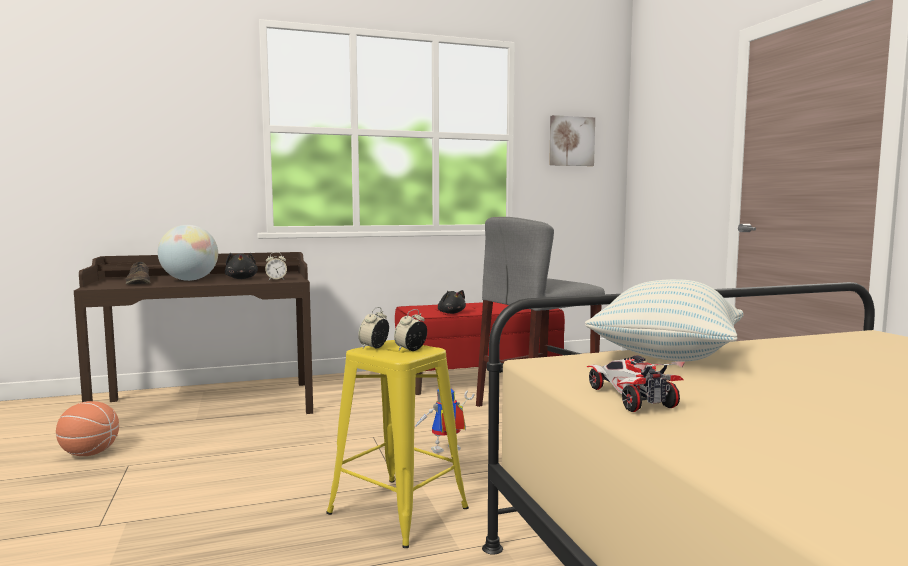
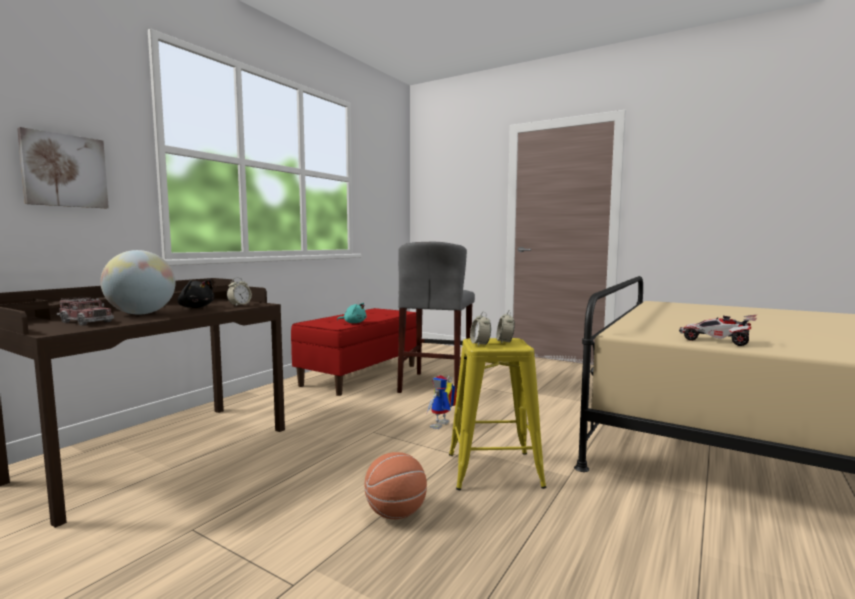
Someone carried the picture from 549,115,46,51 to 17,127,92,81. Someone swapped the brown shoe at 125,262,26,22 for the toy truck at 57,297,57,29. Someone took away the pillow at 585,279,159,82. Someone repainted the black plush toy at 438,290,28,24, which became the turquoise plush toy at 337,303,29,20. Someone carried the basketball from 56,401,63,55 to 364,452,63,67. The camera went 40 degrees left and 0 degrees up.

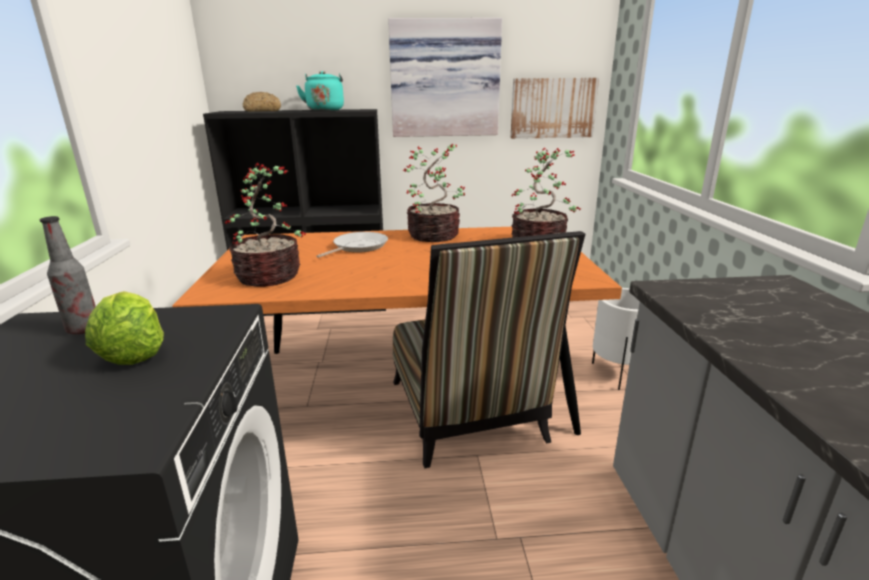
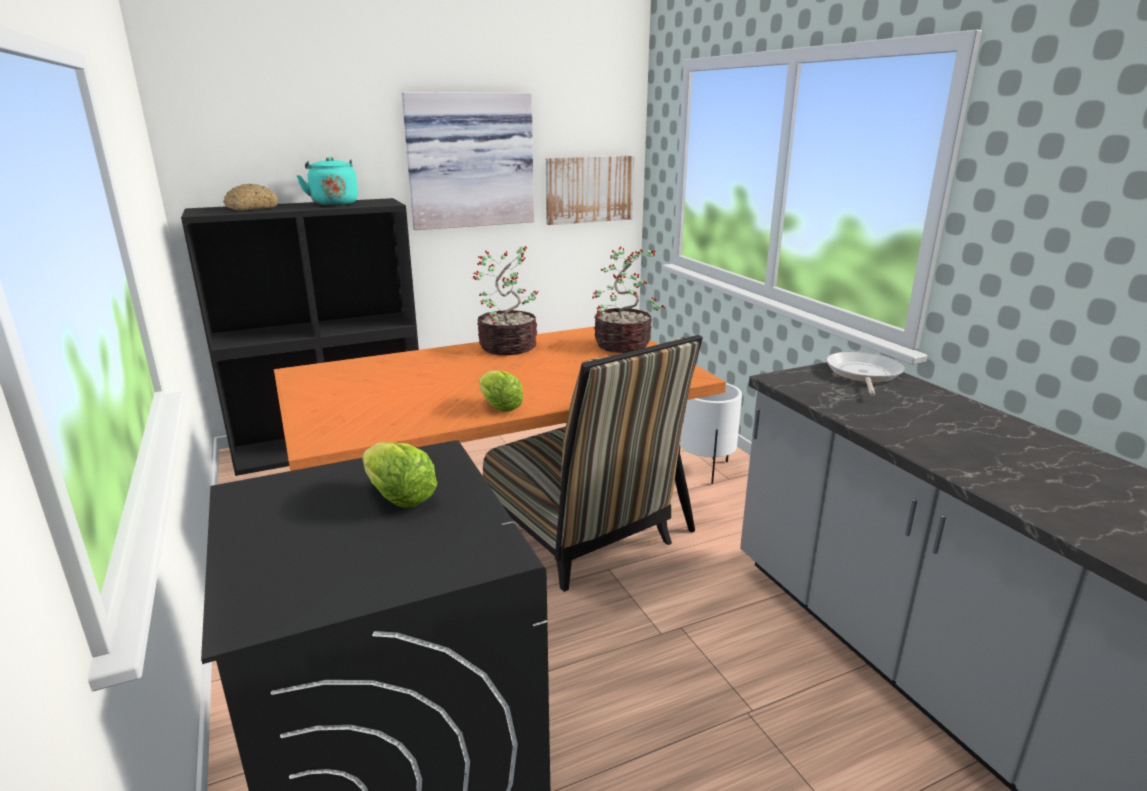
Someone took away the potted plant at 224,163,82,124. Someone took away the bottle at 40,216,56,118. Someone carried the frying pan from 316,232,72,26 to 826,351,78,45. Someone put down the lettuce at 479,370,45,42. The camera went 20 degrees left and 0 degrees up.

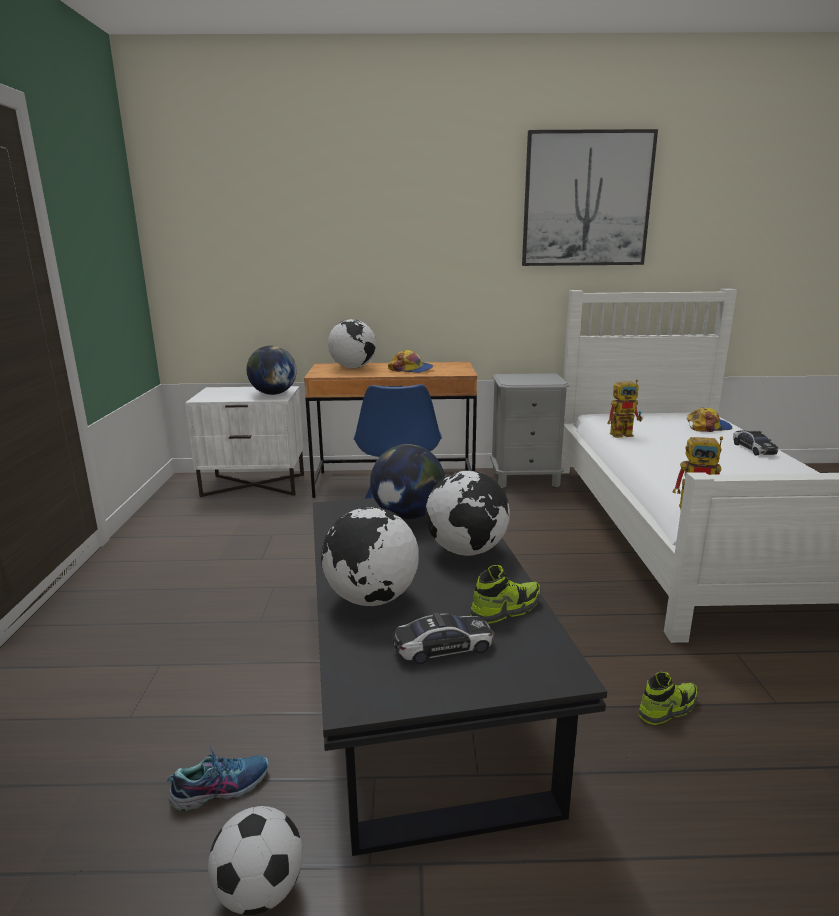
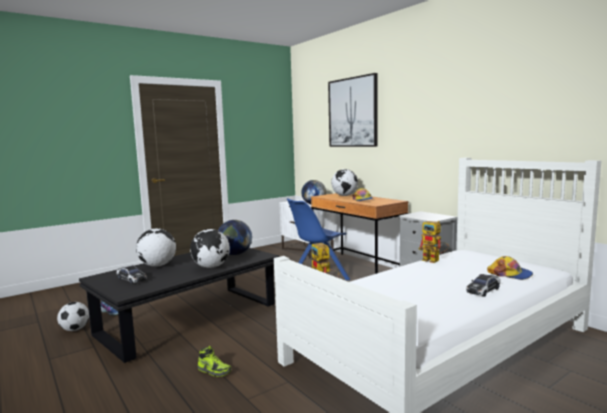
Someone carried the picture from 522,129,136,137 to 328,73,50,74. Someone took away the shoe at 470,565,71,59. The camera went 55 degrees right and 10 degrees down.

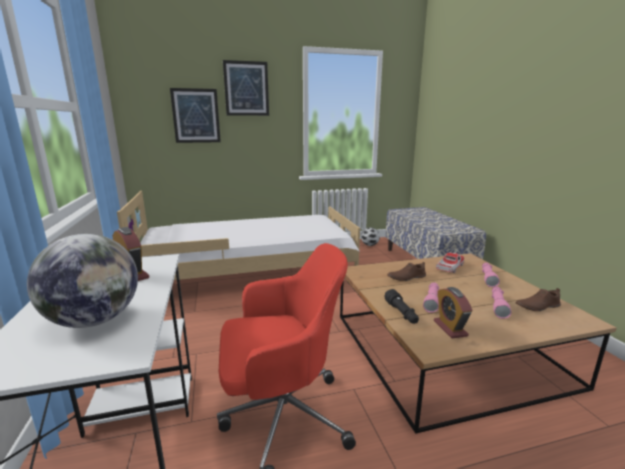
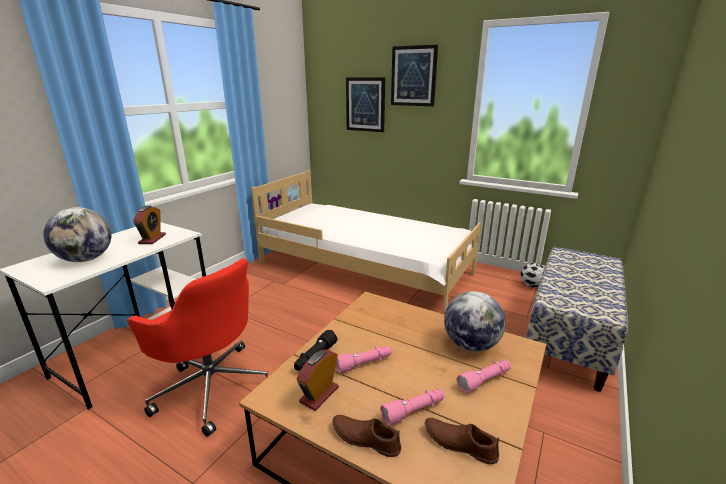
Someone swapped the toy car at 436,253,28,20 for the globe at 444,291,62,61. Someone carried the brown shoe from 387,262,39,19 to 333,415,68,42. The camera went 45 degrees right and 5 degrees up.

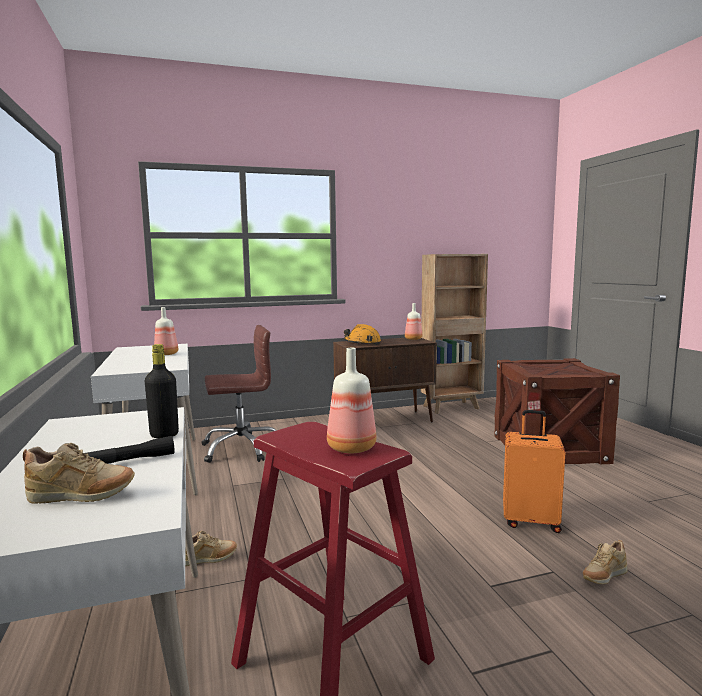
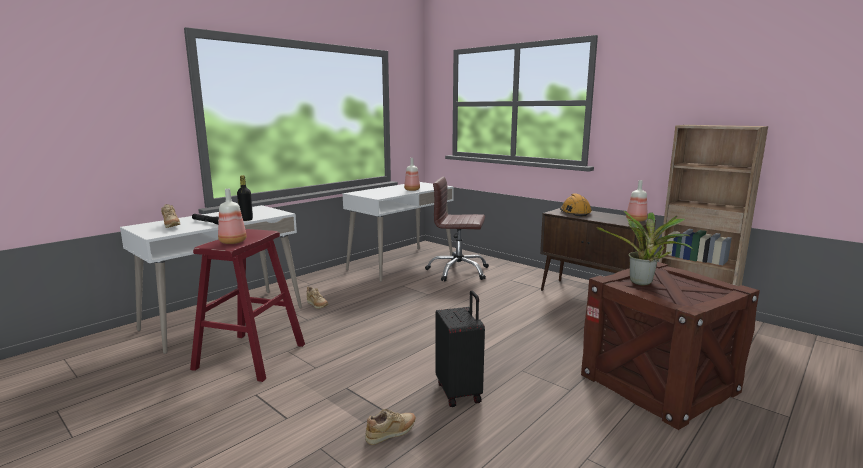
Someone rotated the brown office chair at 201,325,76,138 by 150 degrees clockwise. Someone repainted the orange suitcase at 503,410,63,123, which became the black suitcase at 435,290,50,117. Someone rotated the beige shoe at 583,540,44,44 by 120 degrees clockwise. Someone put down the potted plant at 597,211,97,74. The camera went 60 degrees right and 5 degrees up.

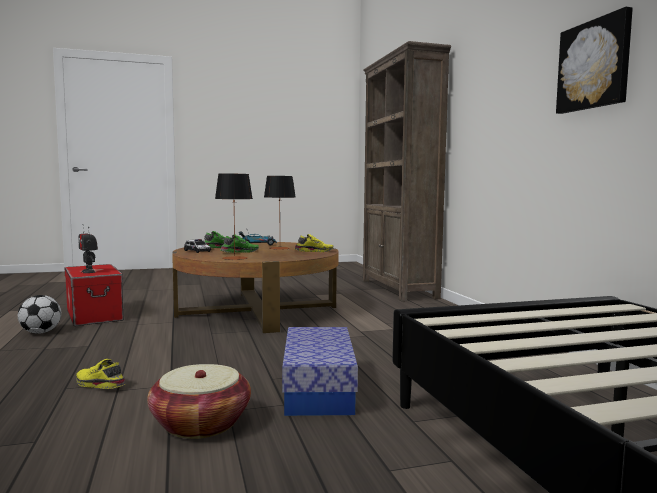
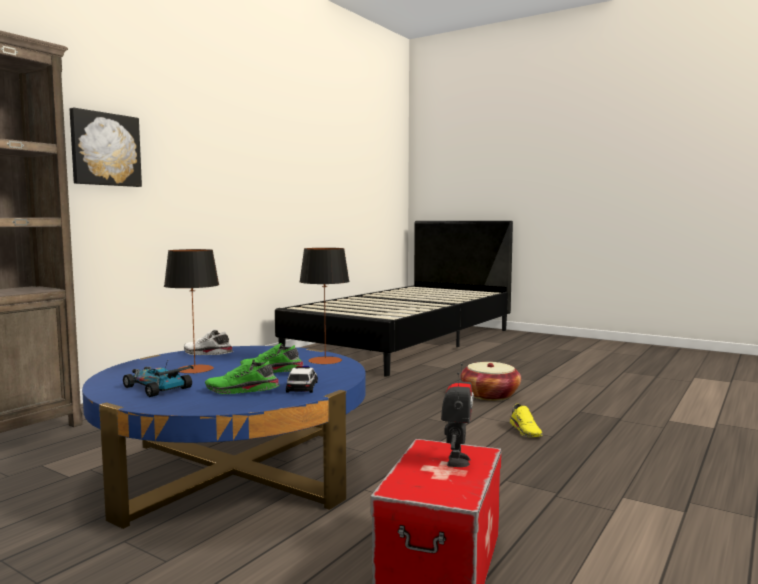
Someone carried the picture from 556,7,77,107 to 70,108,72,79. Someone repainted the yellow shoe at 295,234,38,18, which became the white shoe at 184,329,49,26. Someone repainted the brown coffee table at 172,242,167,91, which became the blue coffee table at 82,346,284,183. Someone took away the football at 18,295,43,39. Someone took away the storage box at 282,327,76,89. The camera went 130 degrees left and 0 degrees up.

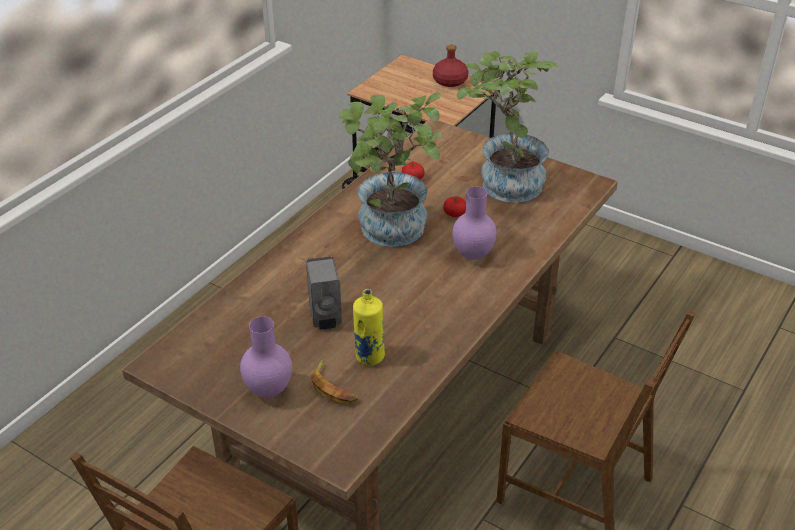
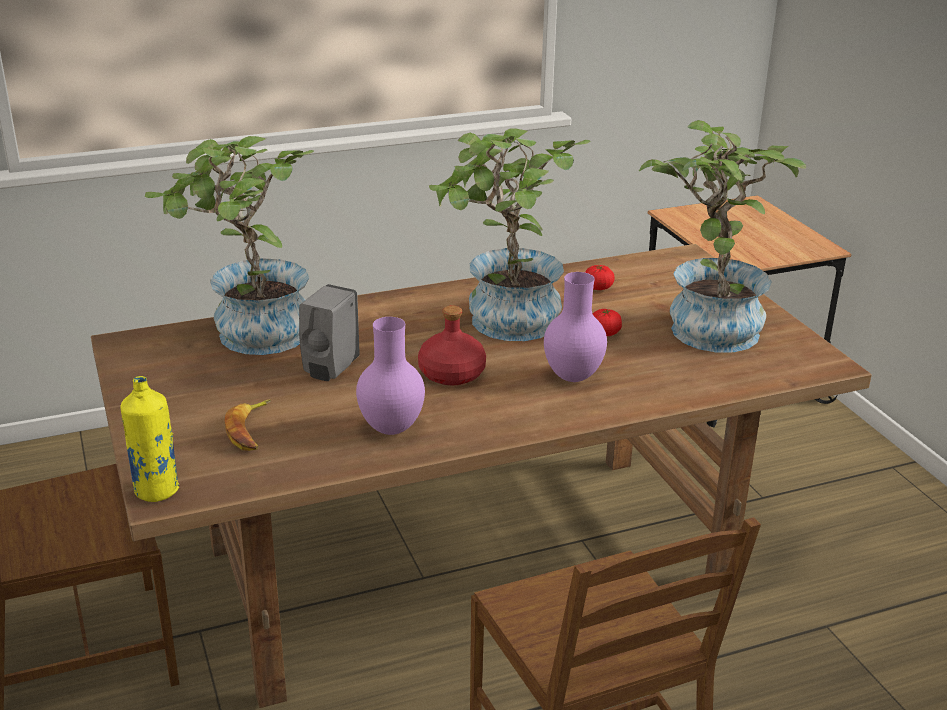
Someone carried the red bottle from 433,44,35,43 to 418,305,68,80. Someone carried the yellow bottle from 353,289,32,77 to 121,376,58,126. Someone carried the purple vase from 240,317,52,81 to 356,317,69,118. Someone put down the potted plant at 145,136,169,219. The camera went 35 degrees right and 10 degrees down.

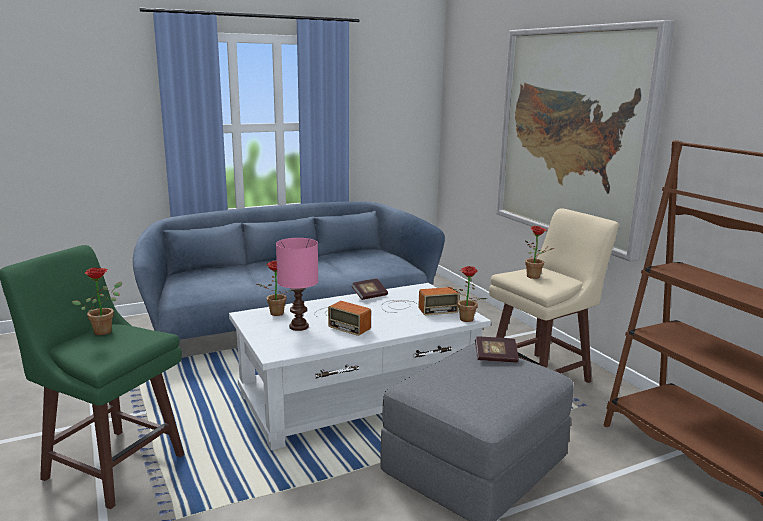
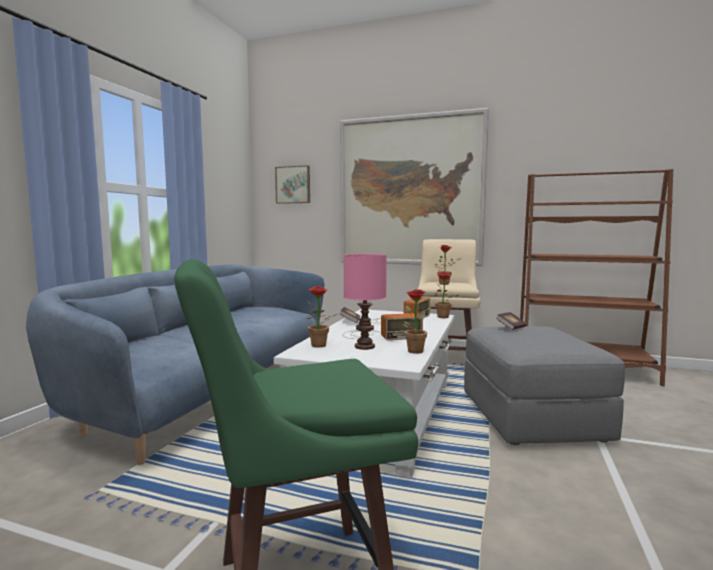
Someone carried the potted plant from 72,268,50,67 to 403,289,28,65. Someone put up the picture at 275,165,35,39. The camera went 45 degrees left and 10 degrees down.

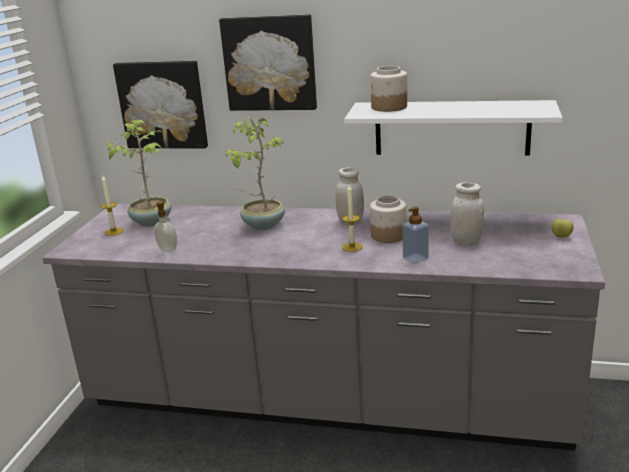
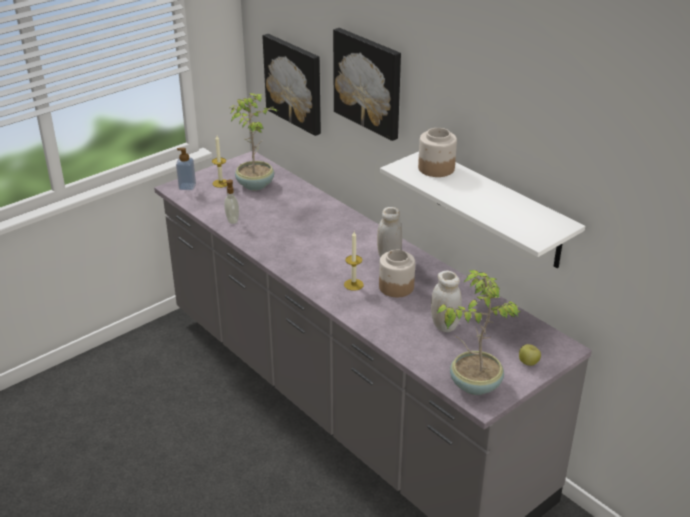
Someone carried the potted plant from 226,117,59,113 to 437,270,83,125. Someone carried the soap dispenser from 402,206,27,58 to 176,148,20,42. The camera went 35 degrees right and 10 degrees up.

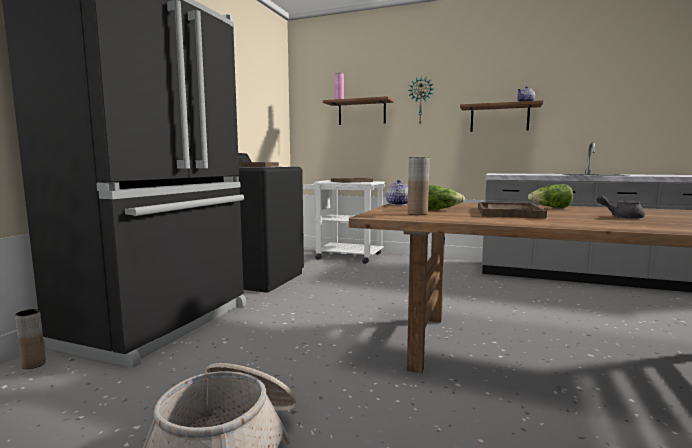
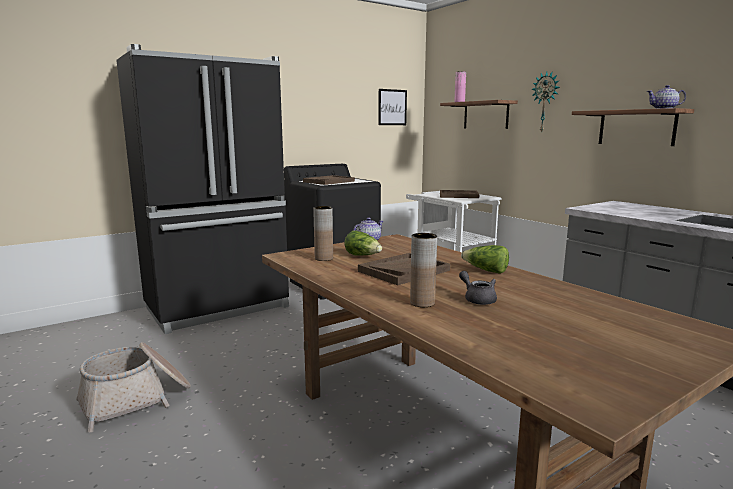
Someone carried the brown vase from 15,309,31,60 to 410,233,27,74. Someone put up the picture at 378,89,29,36. The camera went 35 degrees right and 5 degrees up.

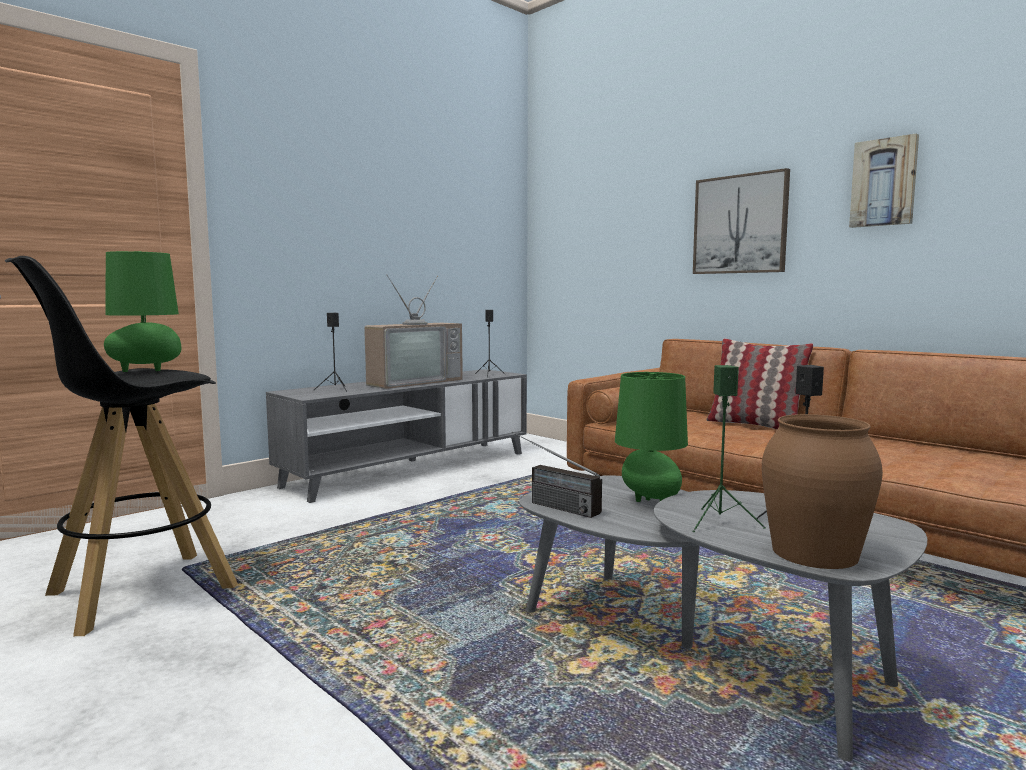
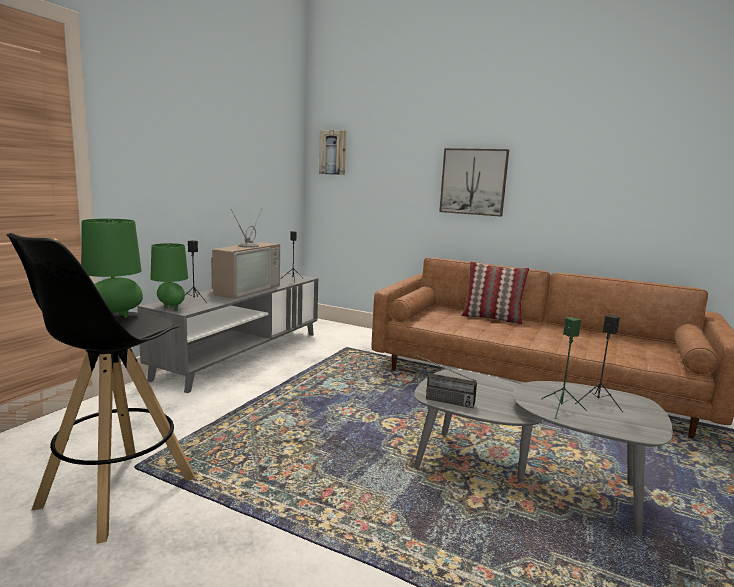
Someone carried the picture from 849,133,70,95 to 319,130,27,45. Someone carried the green table lamp from 615,372,73,130 to 150,243,38,68. Someone took away the brown vase at 762,414,121,155. The camera went 20 degrees left and 5 degrees up.

